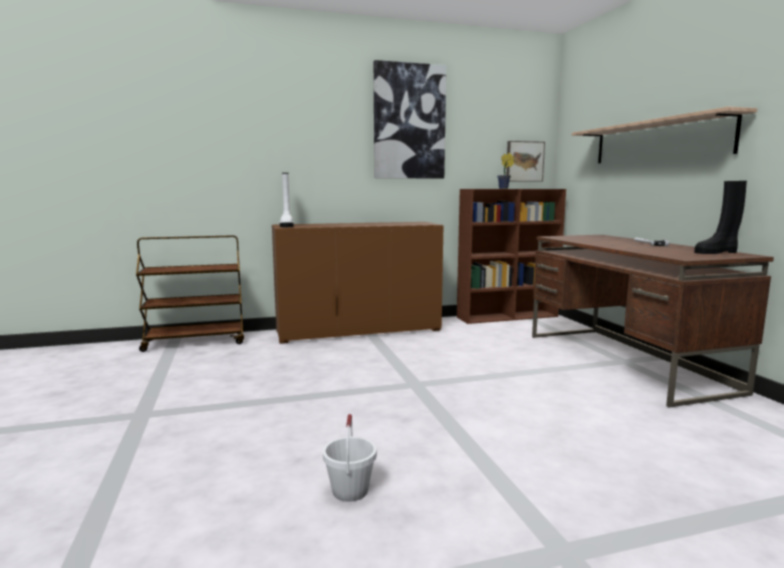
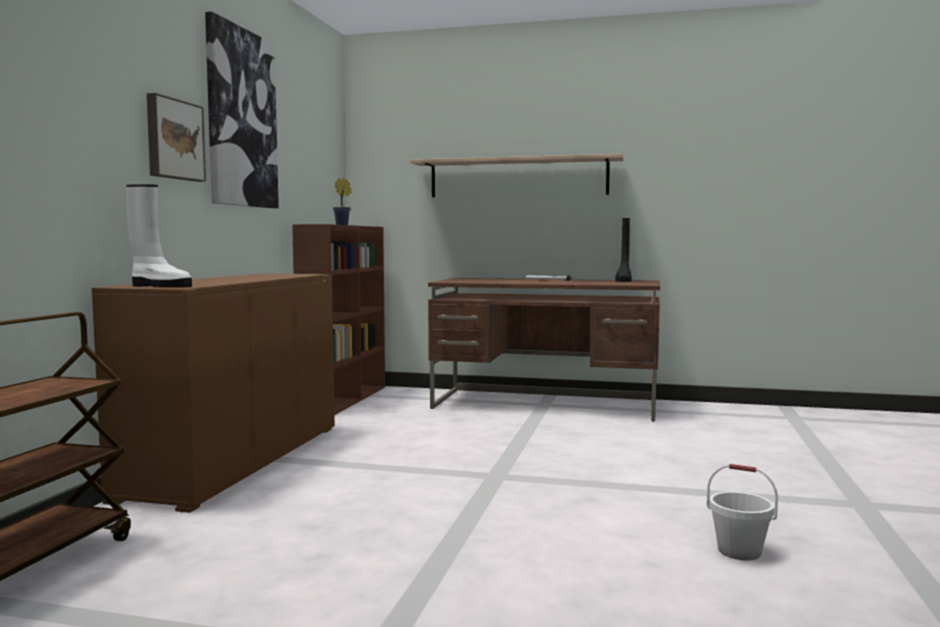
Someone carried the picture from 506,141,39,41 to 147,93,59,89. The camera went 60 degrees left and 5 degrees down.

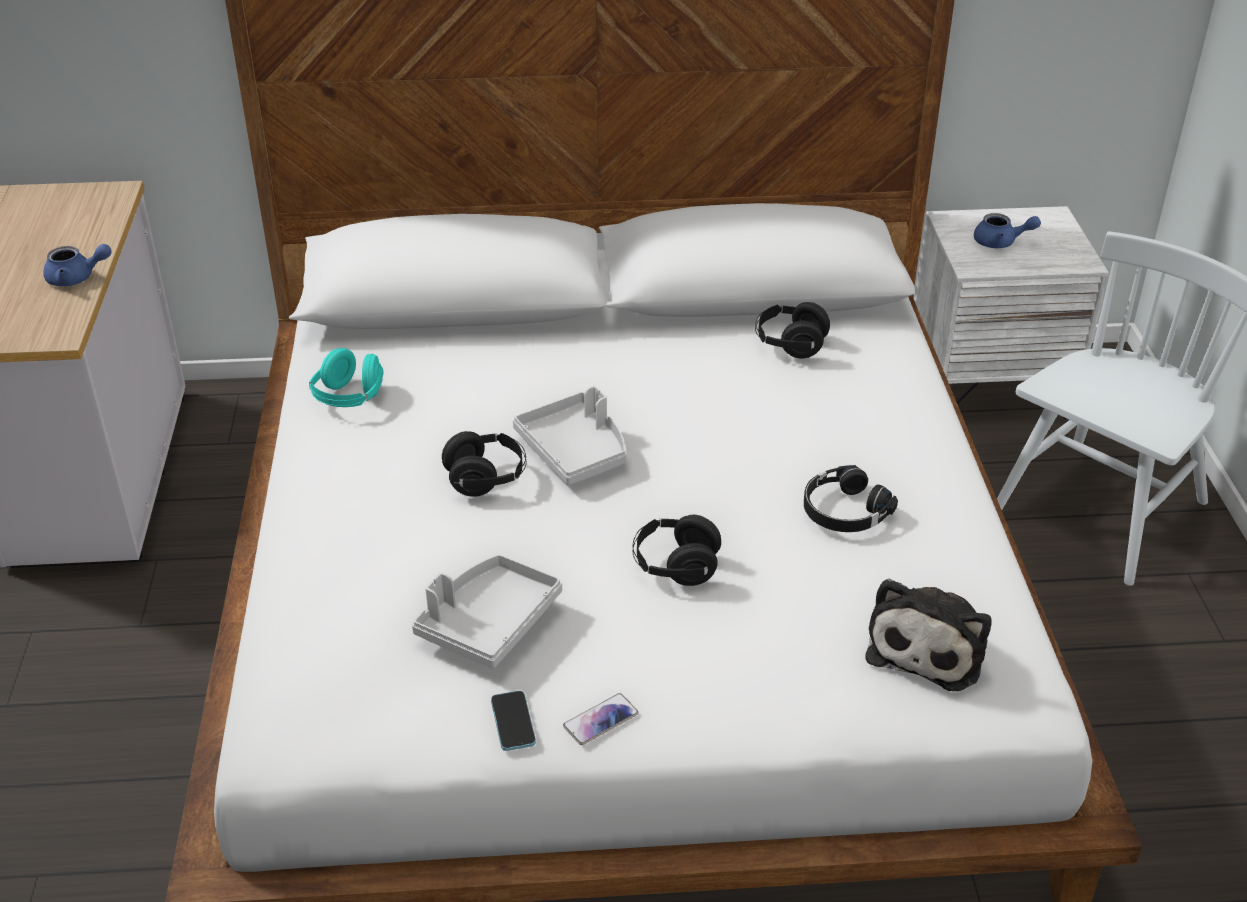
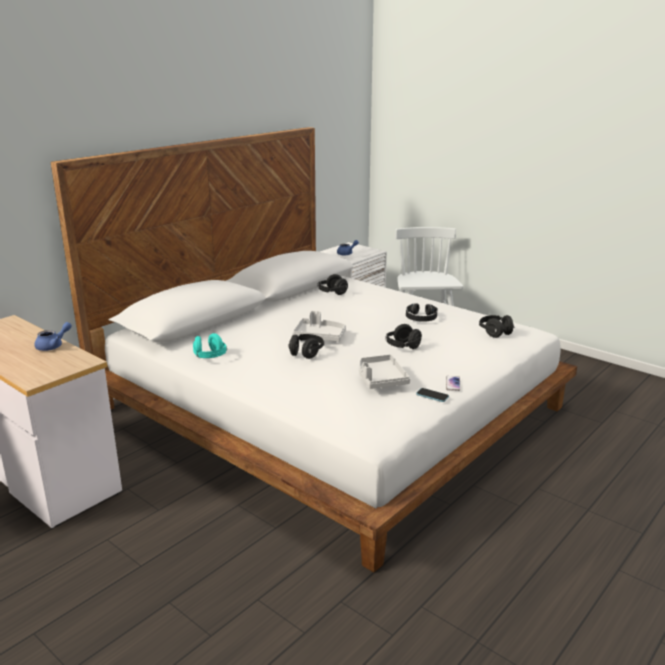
Someone swapped the plush toy at 865,579,127,112 for the black headphones at 479,315,36,23. The camera went 45 degrees left and 15 degrees down.

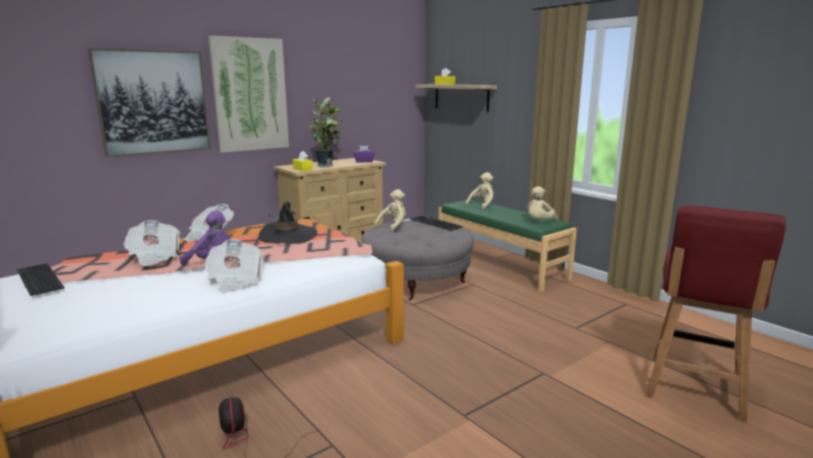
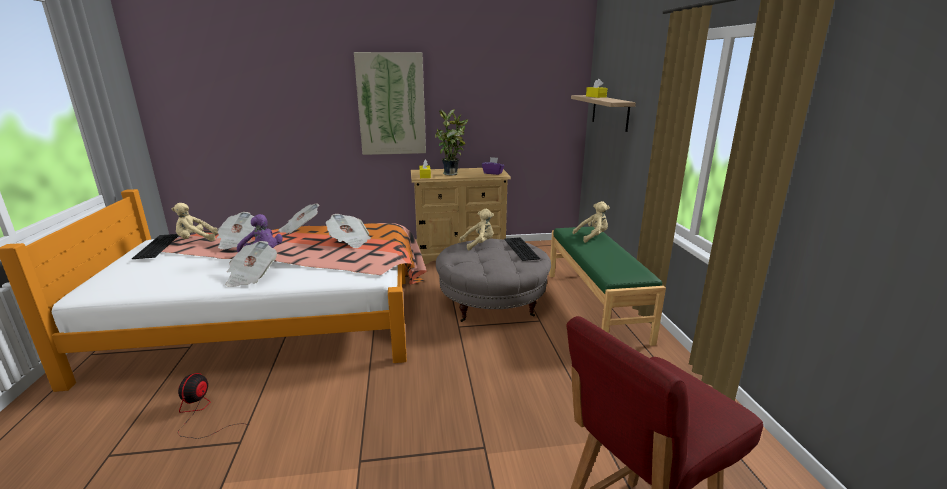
Someone took away the picture at 88,48,123,110. Someone carried the beige plush toy from 527,186,31,34 to 172,203,46,38. Someone swapped the black hat at 259,201,58,43 for the newspaper at 326,214,45,34. The camera went 30 degrees right and 5 degrees up.

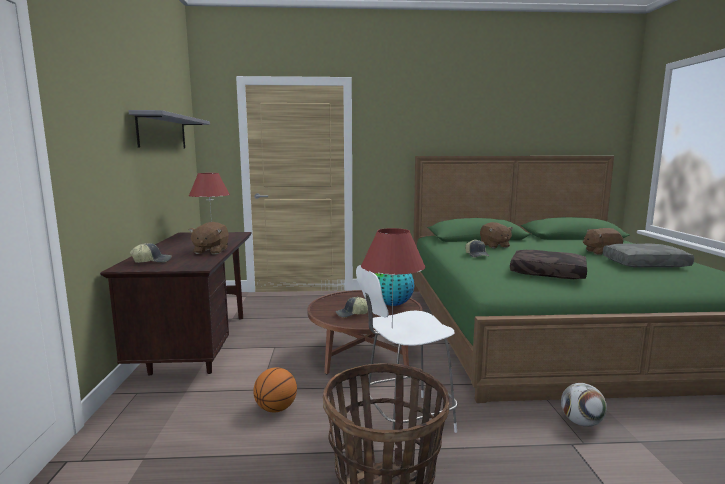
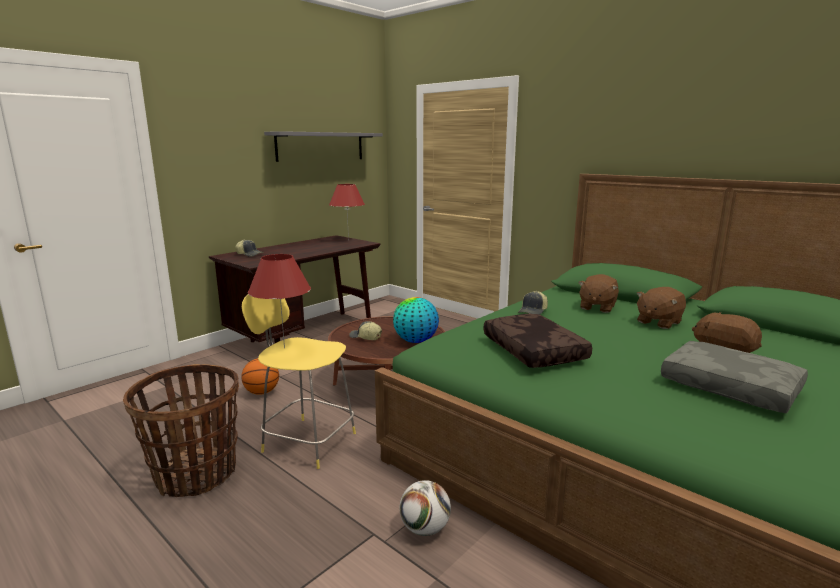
Someone carried the brown plush toy from 189,222,40,32 to 636,287,50,42. Someone repainted the white stool at 356,265,102,168, which became the yellow stool at 242,294,114,175. The camera went 45 degrees right and 5 degrees up.

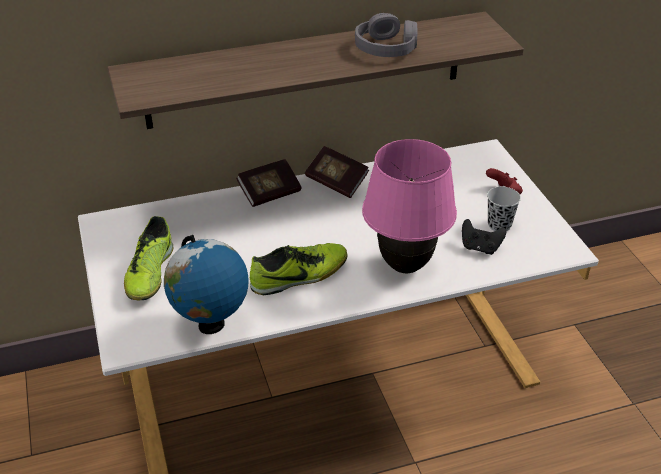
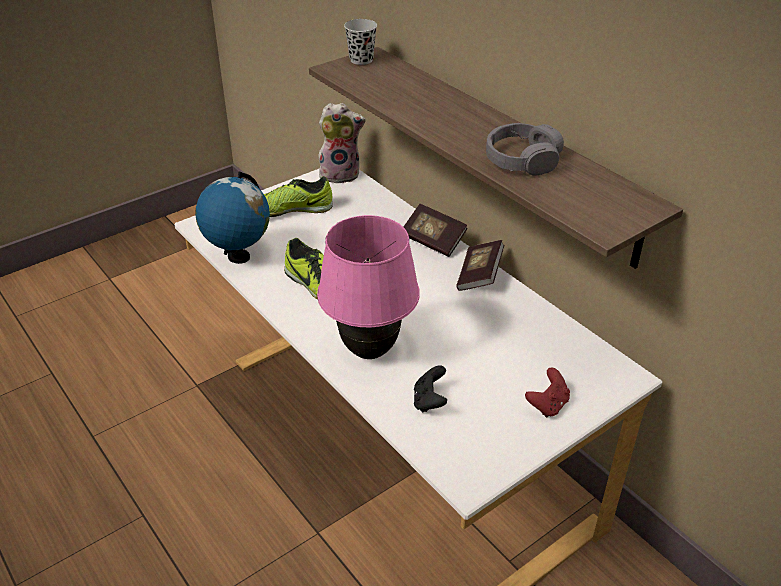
Someone carried the black cup from 487,187,34,44 to 344,19,33,46. Someone put down the plush toy at 318,103,48,81. The camera went 70 degrees right and 0 degrees up.

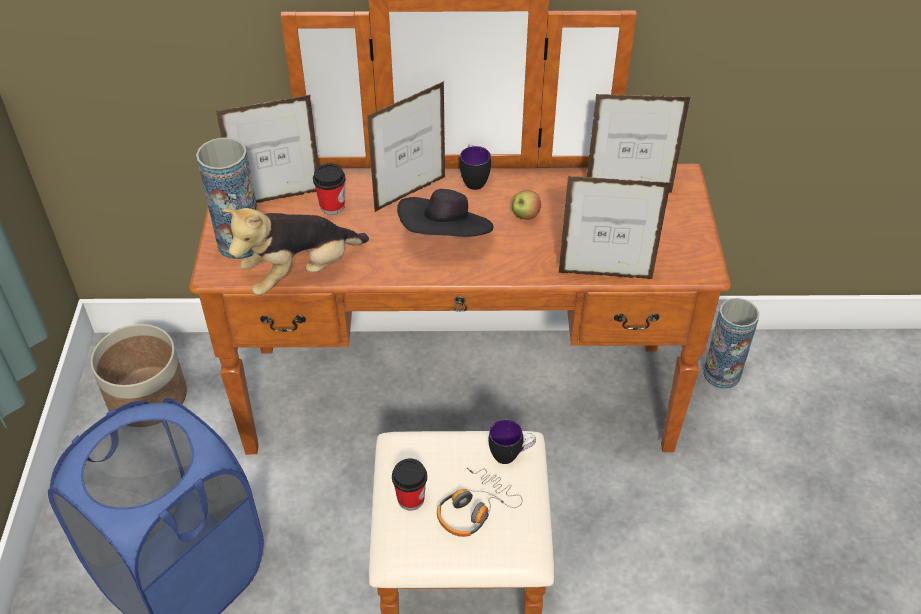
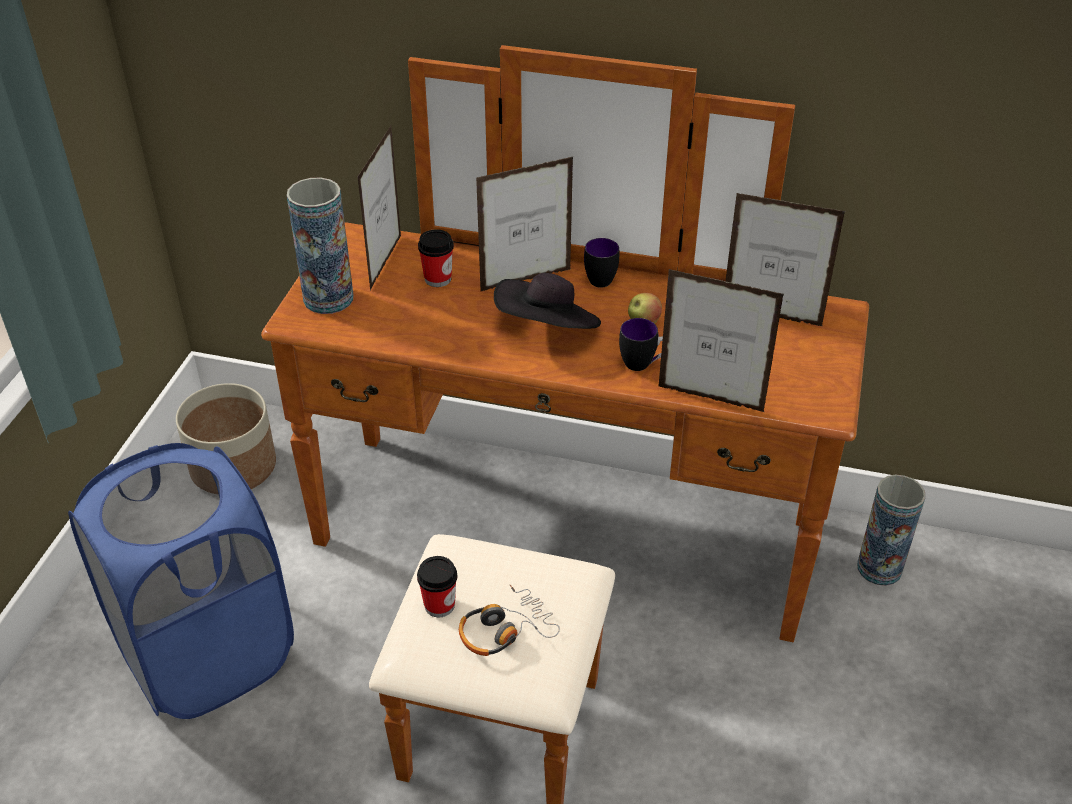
Someone rotated the picture frame at 216,95,103,108 by 105 degrees clockwise. Someone took away the plush toy at 222,208,147,88. Someone carried the mug from 489,420,47,44 to 619,318,44,53. The camera went 15 degrees right and 5 degrees down.

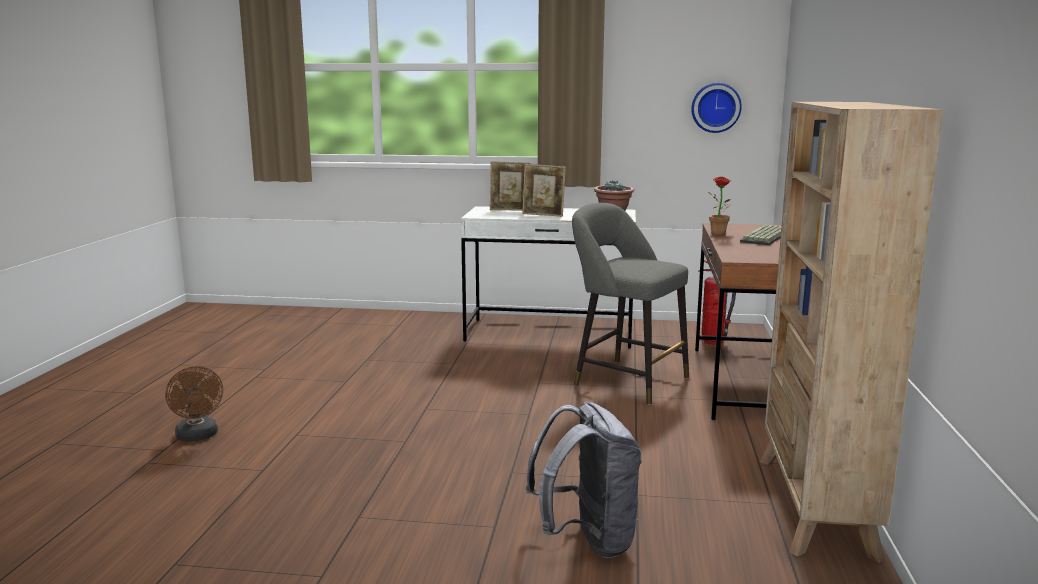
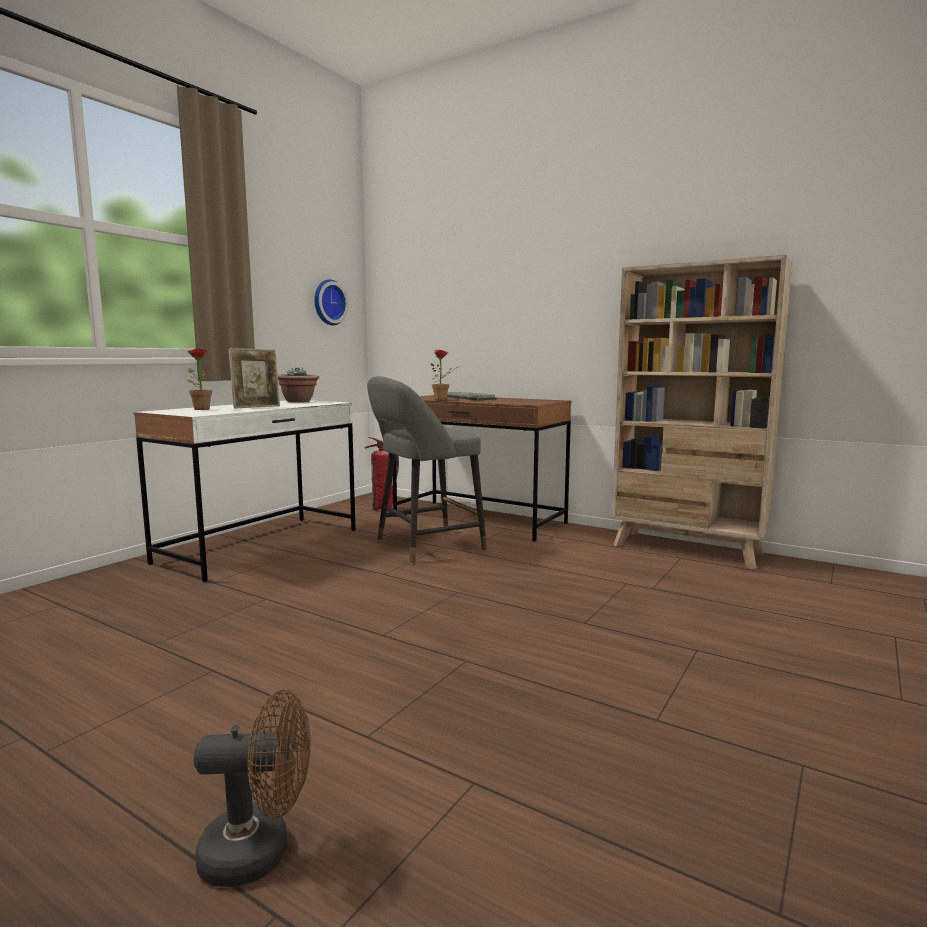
Someone swapped the picture frame at 490,161,42,50 for the potted plant at 187,348,26,62. Someone took away the grey backpack at 526,401,116,157. The camera went 65 degrees left and 5 degrees down.

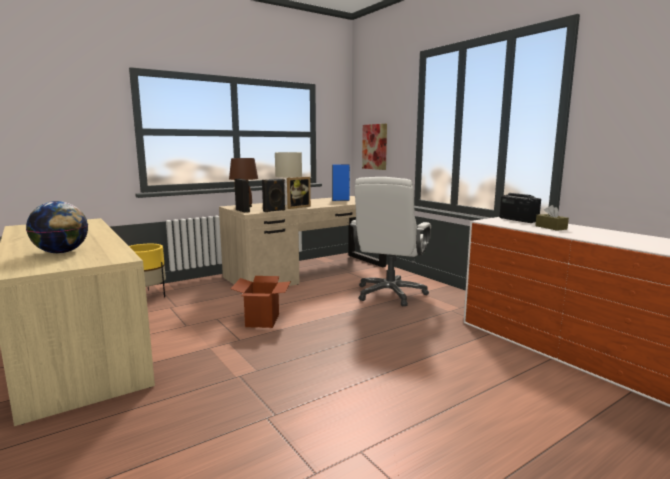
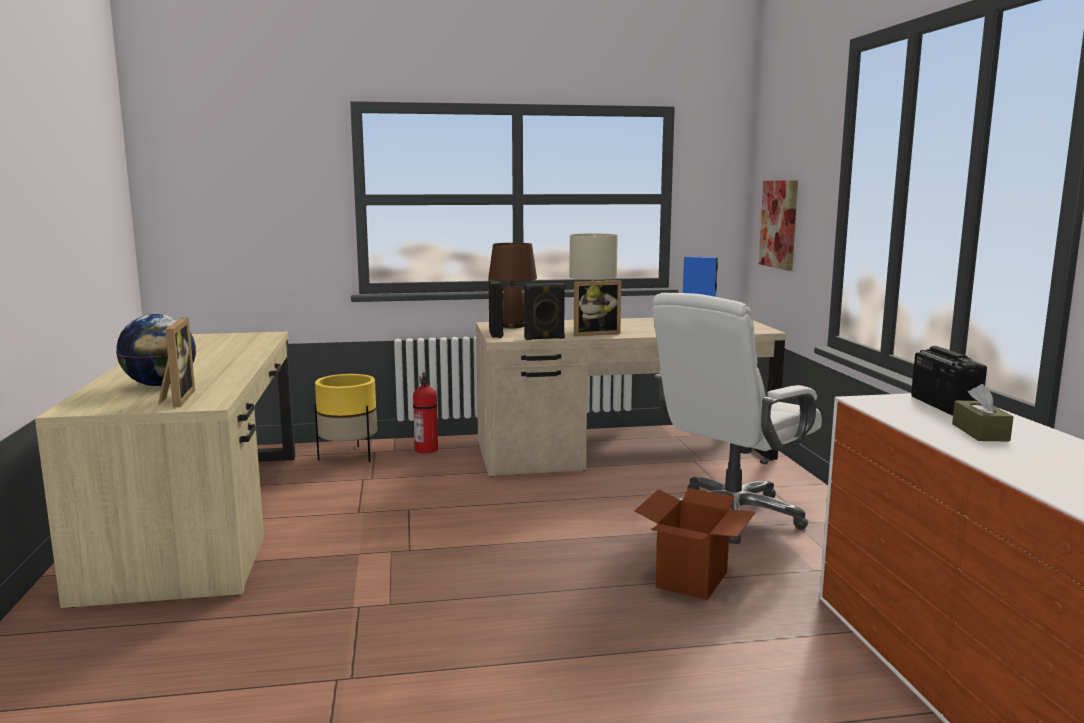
Someone carried the cardboard box from 231,276,60,52 to 635,488,121,112. Someone put down the picture frame at 159,318,36,90. Someone put down the fire extinguisher at 413,372,25,81. The camera went 25 degrees right and 0 degrees up.

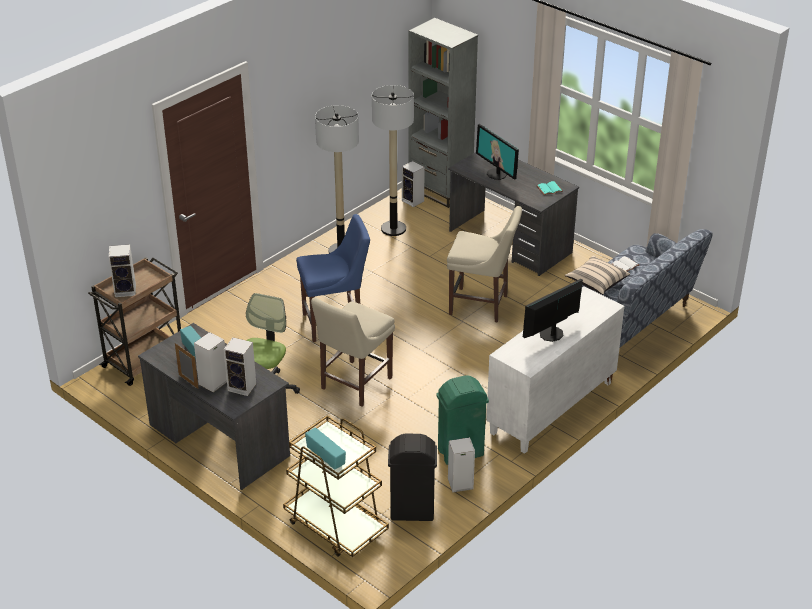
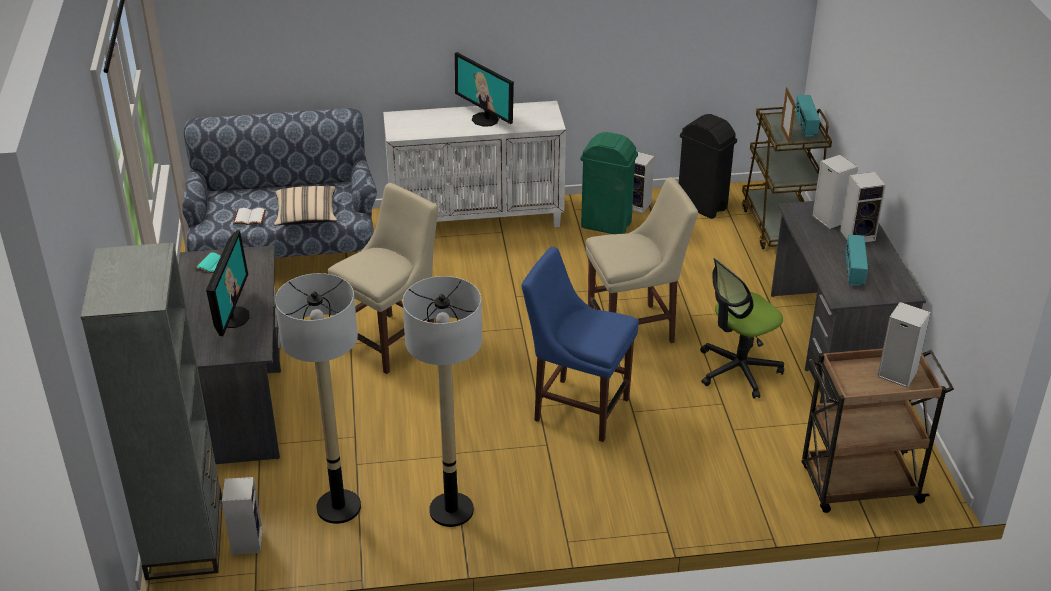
Someone rotated the beige chair at 447,206,75,117 by 75 degrees clockwise. Someone rotated the monitor at 523,279,60,63 by 45 degrees clockwise. Someone carried the picture frame from 175,343,24,46 to 781,87,14,56. The camera went 140 degrees left and 0 degrees up.

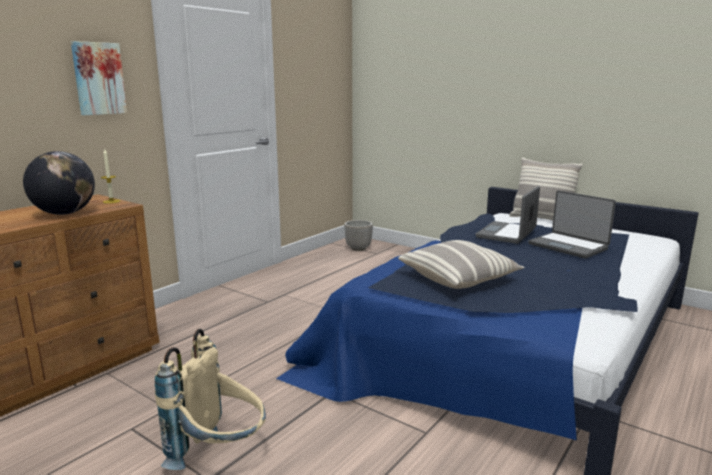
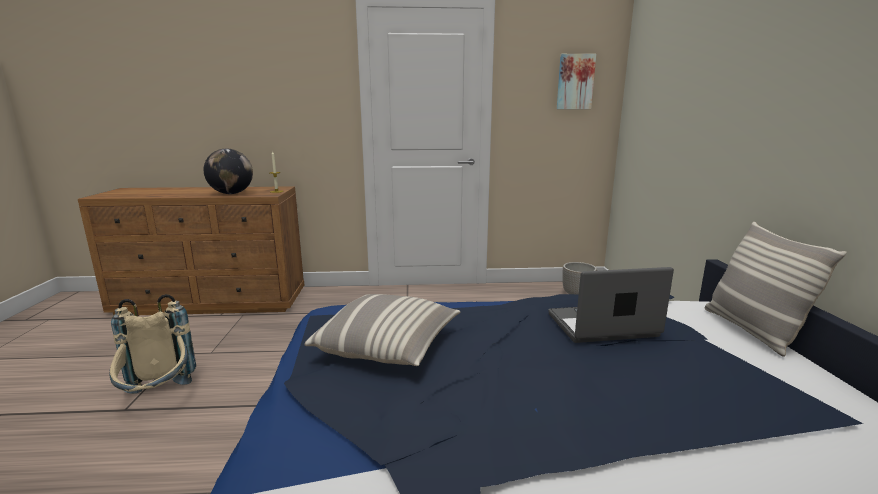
Someone carried the picture from 71,41,56,74 to 557,54,39,55. Someone took away the laptop at 528,191,88,68. The camera went 50 degrees right and 0 degrees up.

